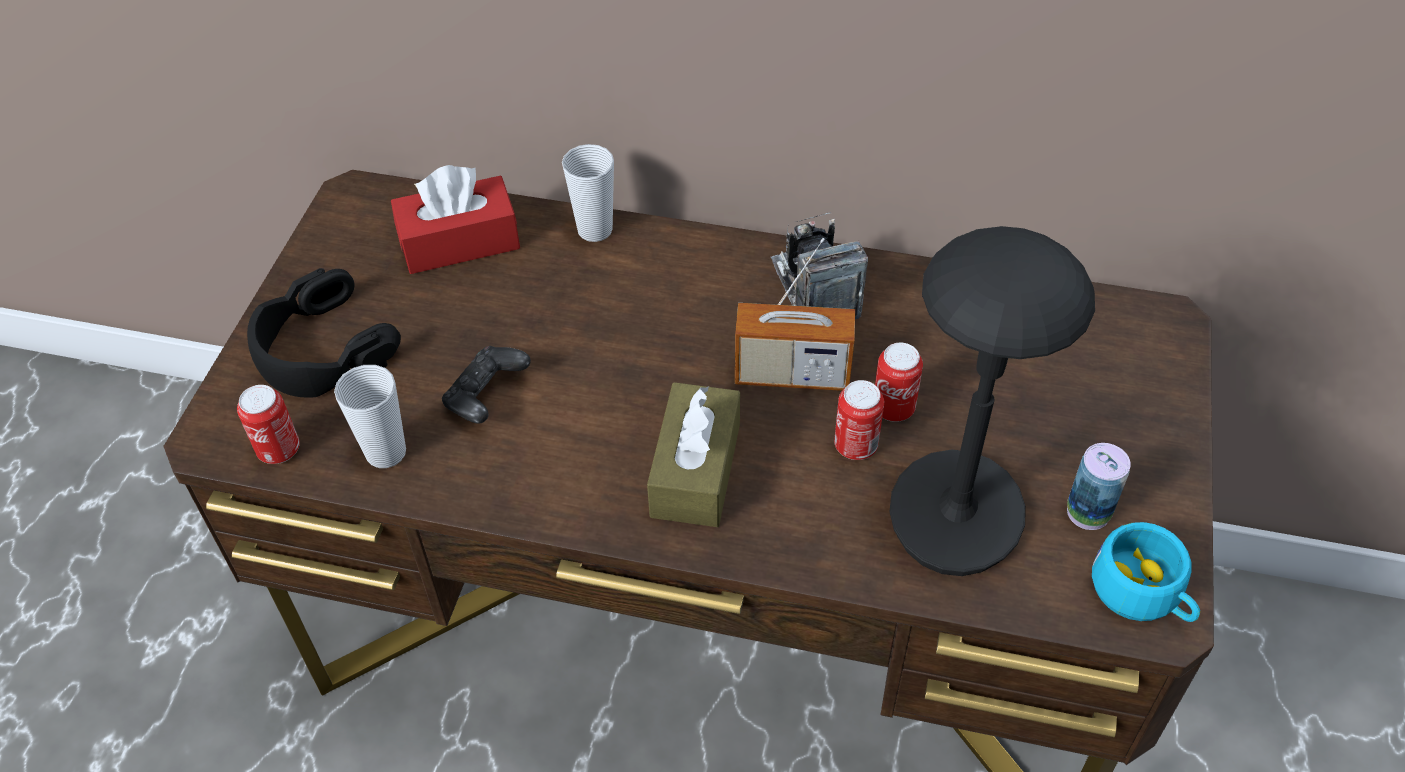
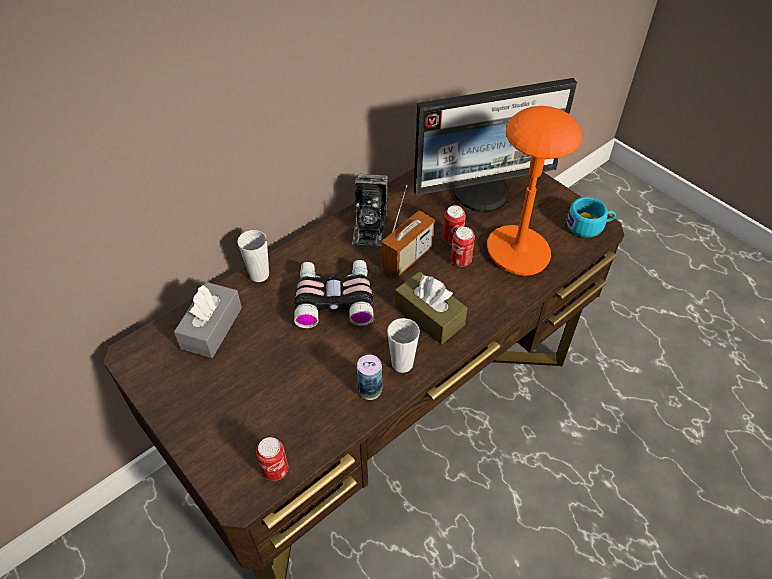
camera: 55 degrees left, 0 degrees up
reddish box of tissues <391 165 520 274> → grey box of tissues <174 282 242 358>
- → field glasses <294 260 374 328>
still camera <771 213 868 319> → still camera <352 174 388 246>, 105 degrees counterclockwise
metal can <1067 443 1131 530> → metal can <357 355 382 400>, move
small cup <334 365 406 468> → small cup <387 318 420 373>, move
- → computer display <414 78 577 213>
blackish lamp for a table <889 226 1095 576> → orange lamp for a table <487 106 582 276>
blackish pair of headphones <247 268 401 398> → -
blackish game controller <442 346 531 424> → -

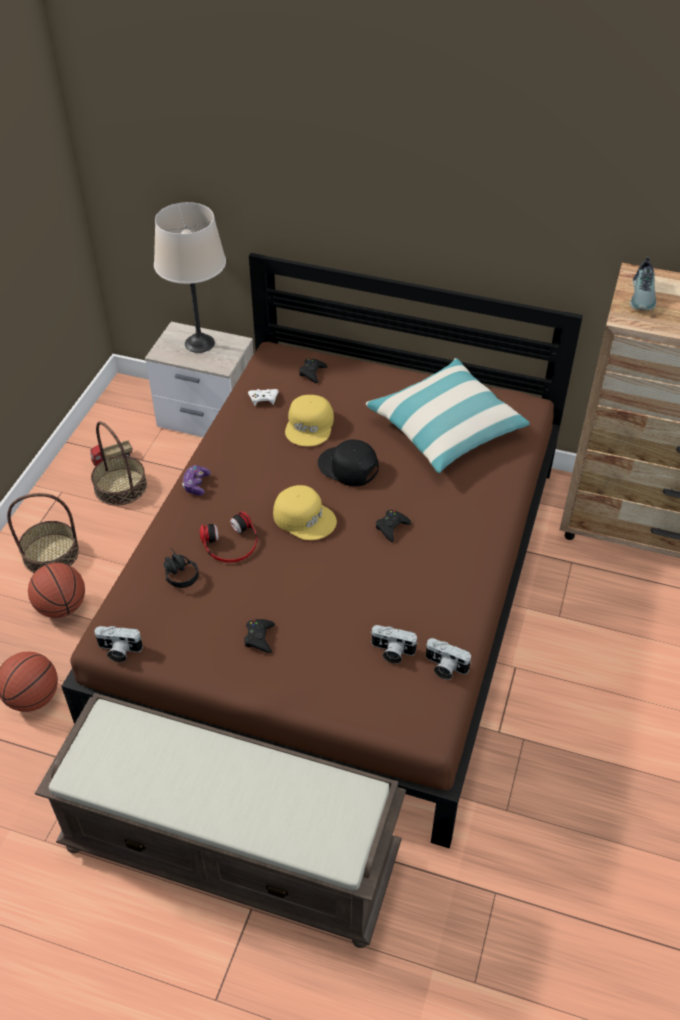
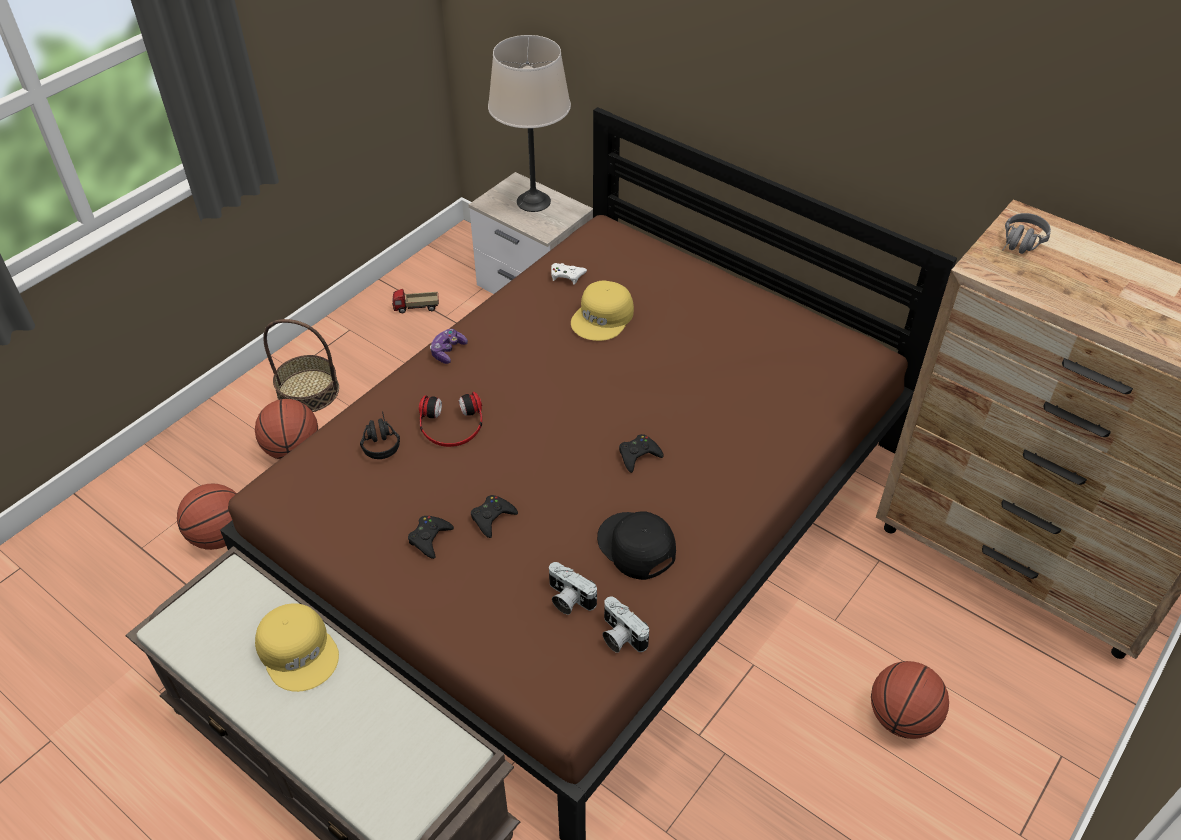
camera: 20 degrees right, 0 degrees up
yellowish peaked cap <273 485 337 540> → yellowish peaked cap <255 603 339 692>, move
blackish game controller <299 358 328 383> → blackish game controller <471 495 518 538>, move
blackish peaked cap <318 439 379 486> → blackish peaked cap <597 511 676 580>, move
- → basketball ball <871 661 949 739>
item of footwear <630 257 656 310> → grey pair of headphones <1002 213 1051 254>
household basket <91 421 147 506> → -
still camera <94 626 143 662> → -
cushion <366 358 530 474> → -

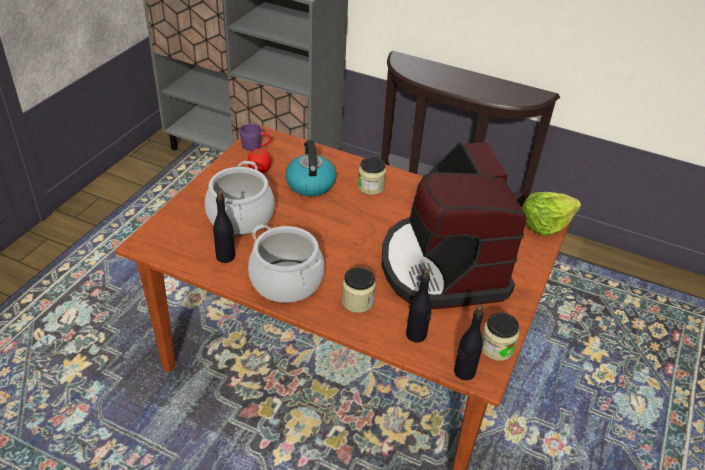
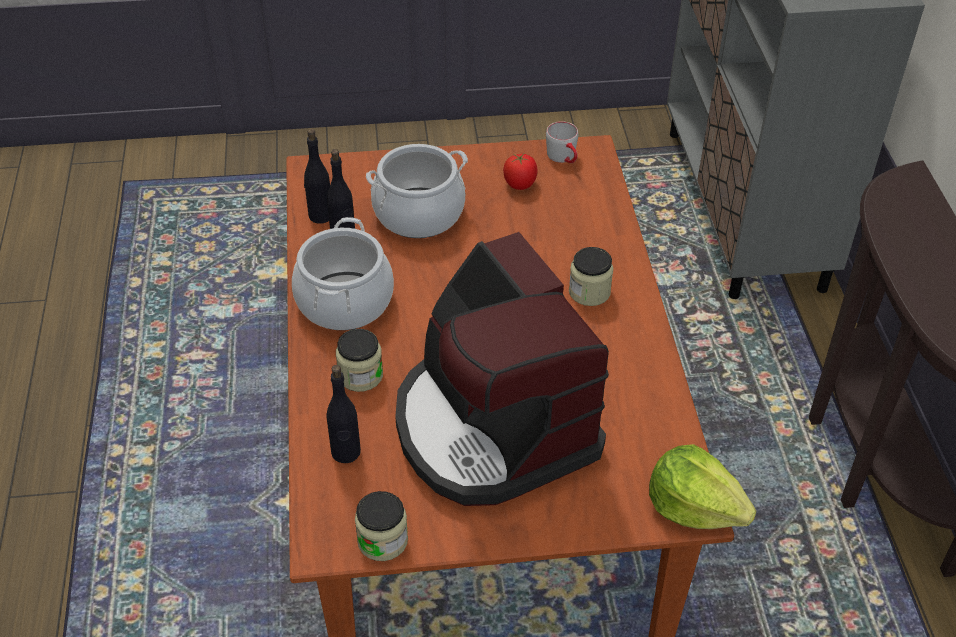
camera: 60 degrees right, 5 degrees up
blackish drink bottle <454 305 484 380> → blackish drink bottle <304 129 330 224>, move
coffee machine <382 142 527 309> → coffee machine <395 232 609 506>, 75 degrees counterclockwise
purple tea mug <240 123 272 151> → grey tea mug <546 121 578 163>
water kettle <285 140 336 196> → -

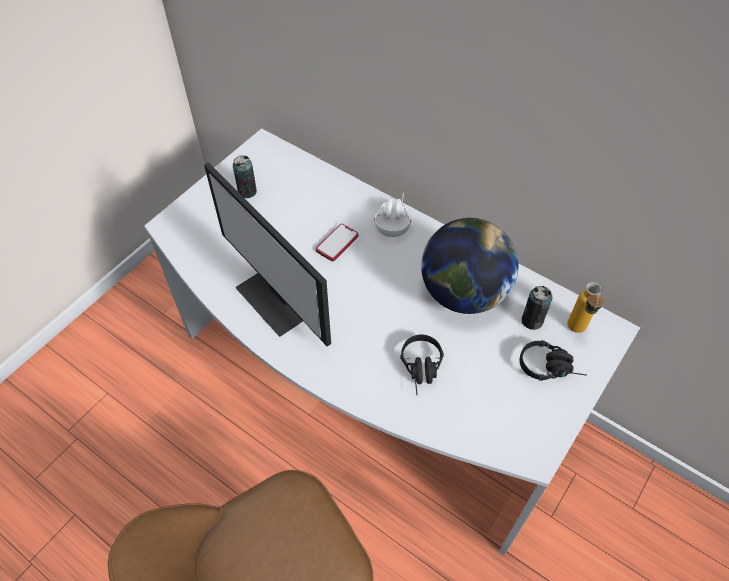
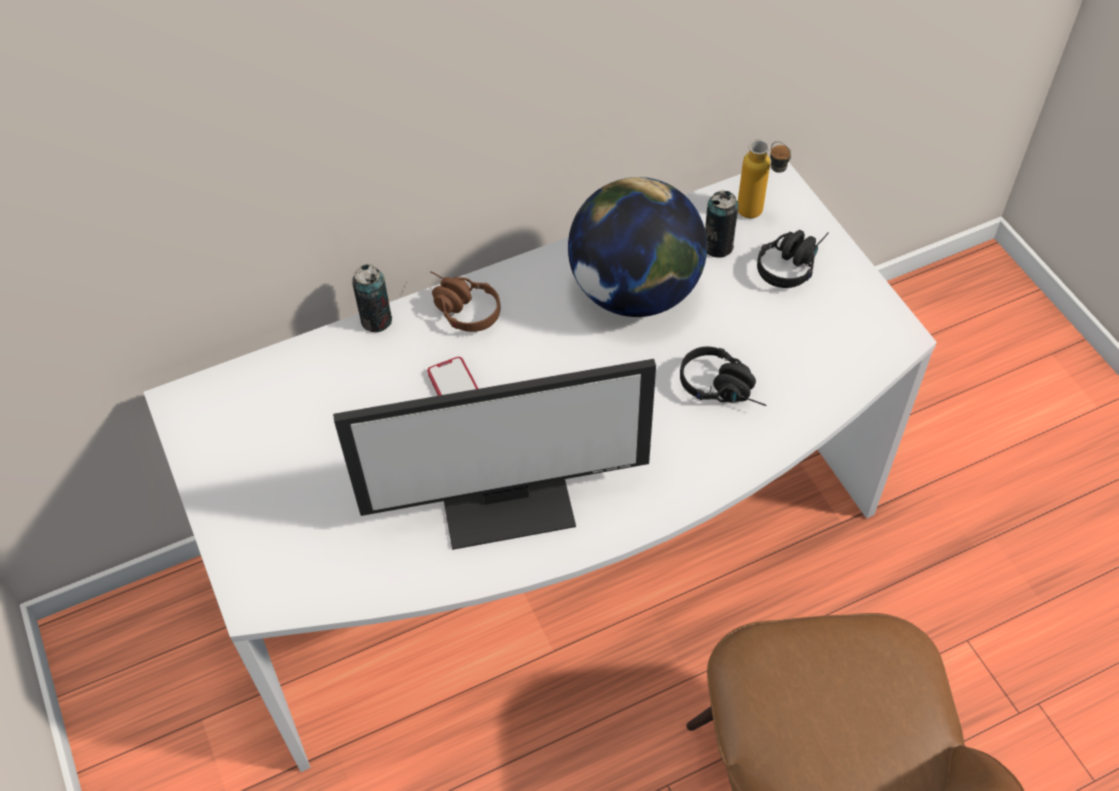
camera: 60 degrees left, 0 degrees up
metal can <233 155 257 198> → metal can <352 264 392 332>, move
whitish pair of headphones <374 193 411 237> → brown-coloured pair of headphones <431 272 501 332>

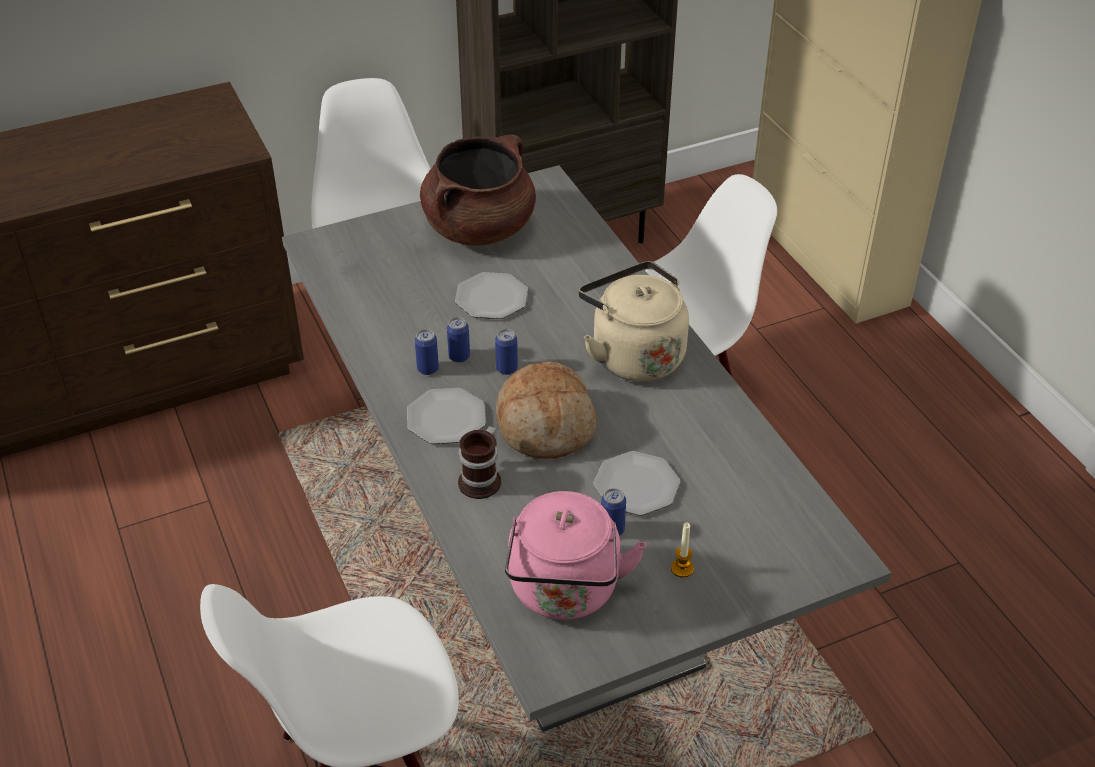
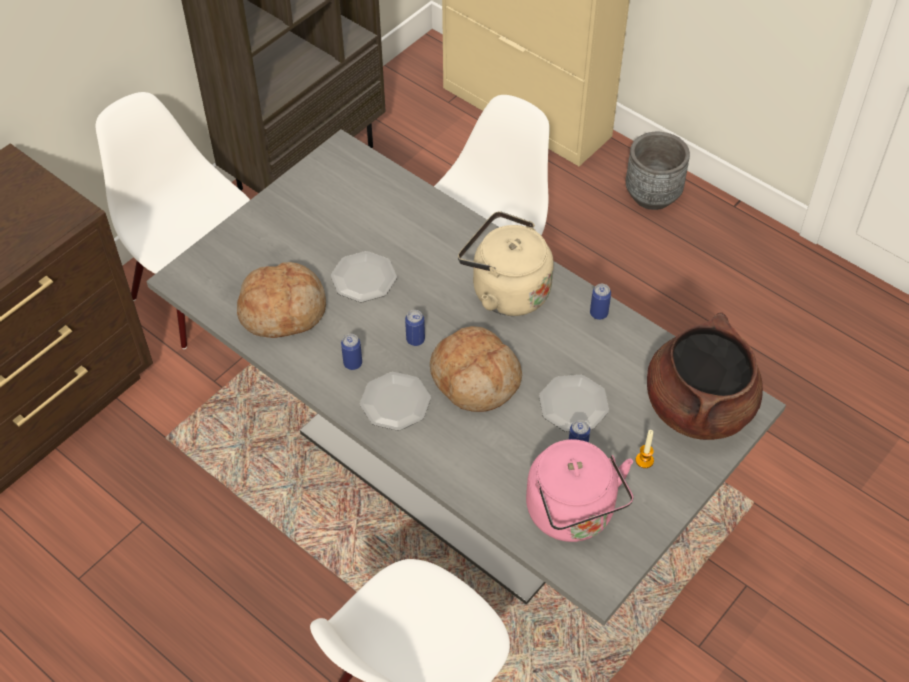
camera: 25 degrees left, 10 degrees up
- → bakery bread <237 262 326 338>
metal can <447 317 470 363> → metal can <590 284 611 320>, move
- → grey flower pot <626 132 690 210>
brown-coloured saucepot <420 135 536 245> → brown-coloured saucepot <647 312 763 440>, move
tea mug <458 426 501 499> → -

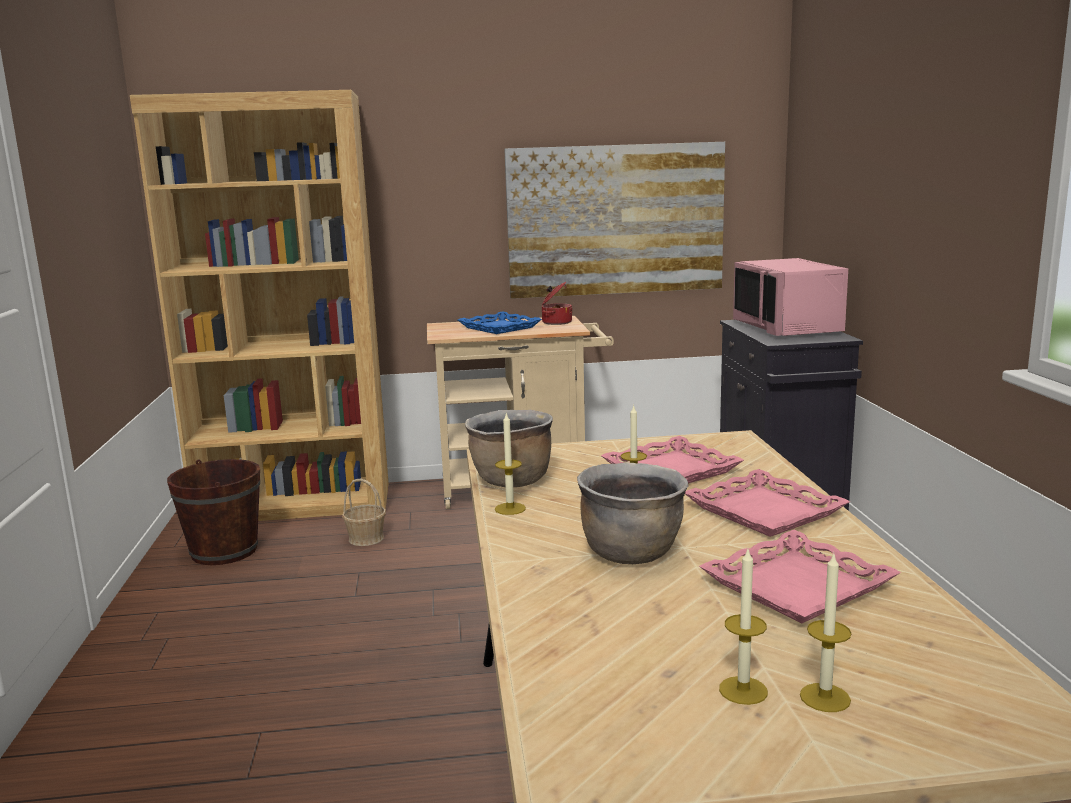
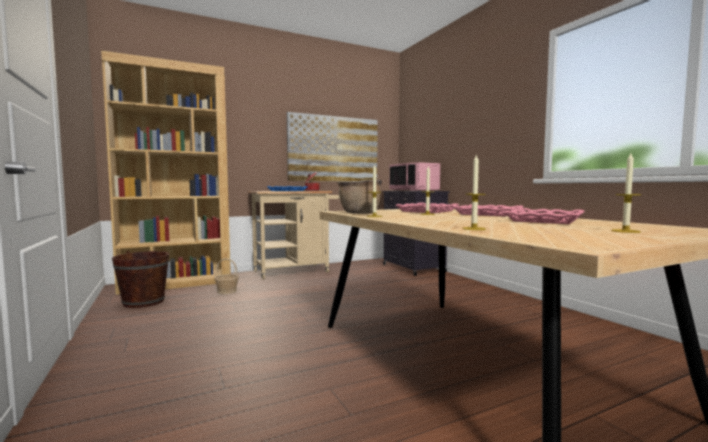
camera: 20 degrees left, 10 degrees down
wax candle <719 549 768 705> → wax candle <463 155 486 230>, move
brown-coloured saucepot <577 463 688 564> → -

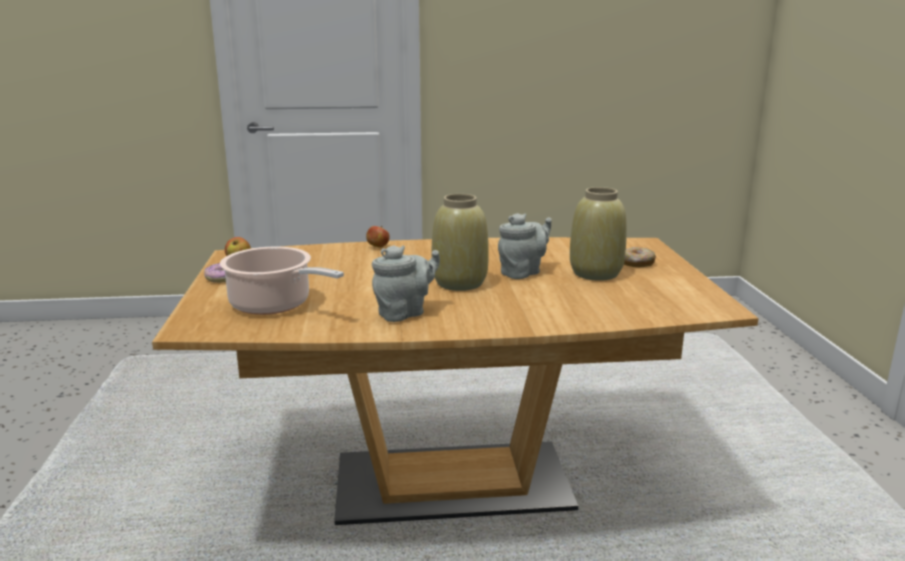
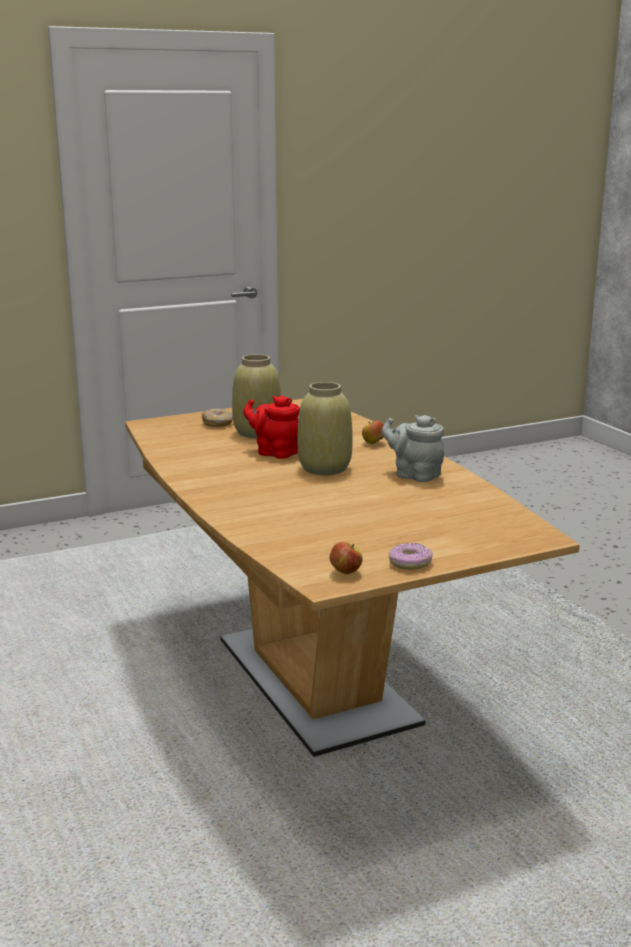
camera: 110 degrees left, 0 degrees up
grey pot for tea <498 213 552 279> → reddish pot for tea <243 396 300 459>
apple fruit <366 226 390 247> → apple fruit <362 420 384 444>, move
saucepot <220 246 344 315> → -

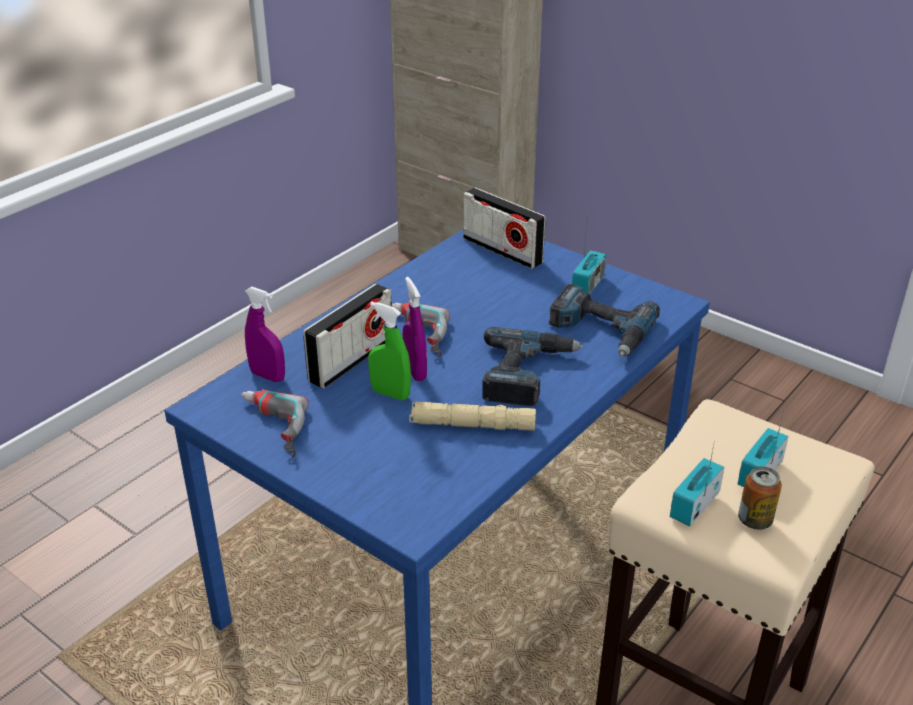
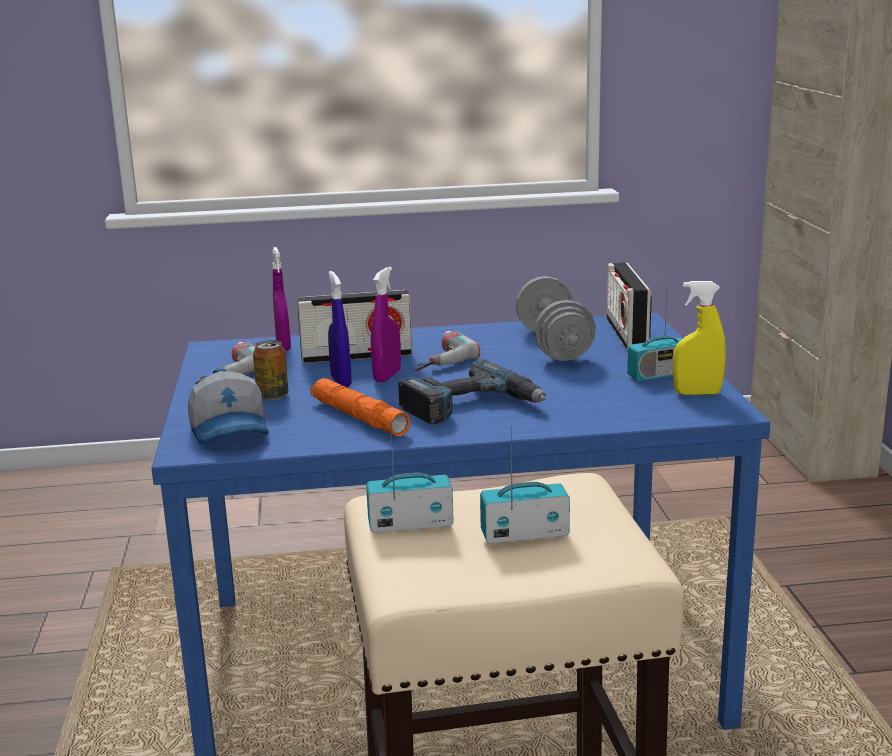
camera: 45 degrees right, 15 degrees down
- → peaked cap <188 367 269 444>
metal can <738 466 782 530> → metal can <253 340 288 400>, move
beige hand torch <409 401 536 431> → orange hand torch <310 378 410 436>
green-coloured spray bottle <368 302 411 400> → bluish spray bottle <328 271 352 387>
- → grey hand weight <516 276 596 361>
- → yellowish spray bottle <673 281 726 395>
power drill <549 284 660 357> → -

